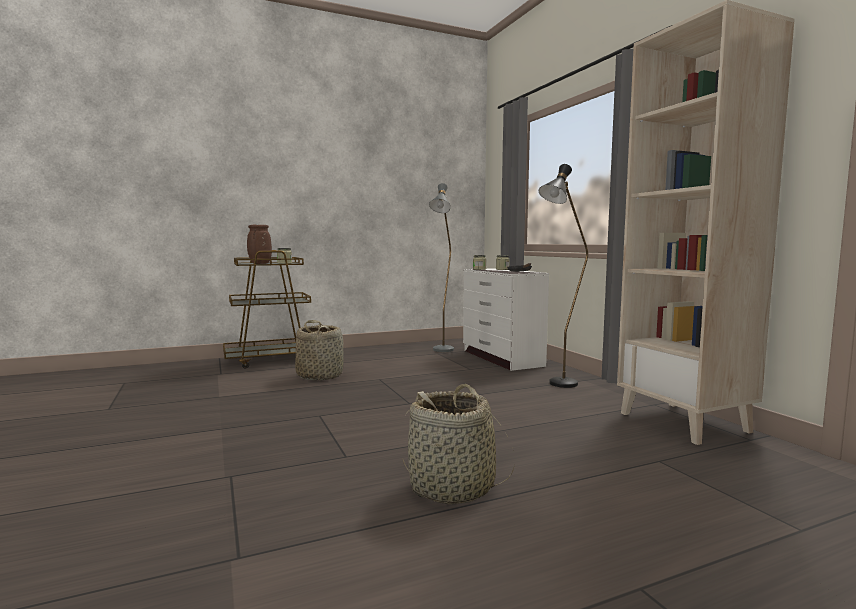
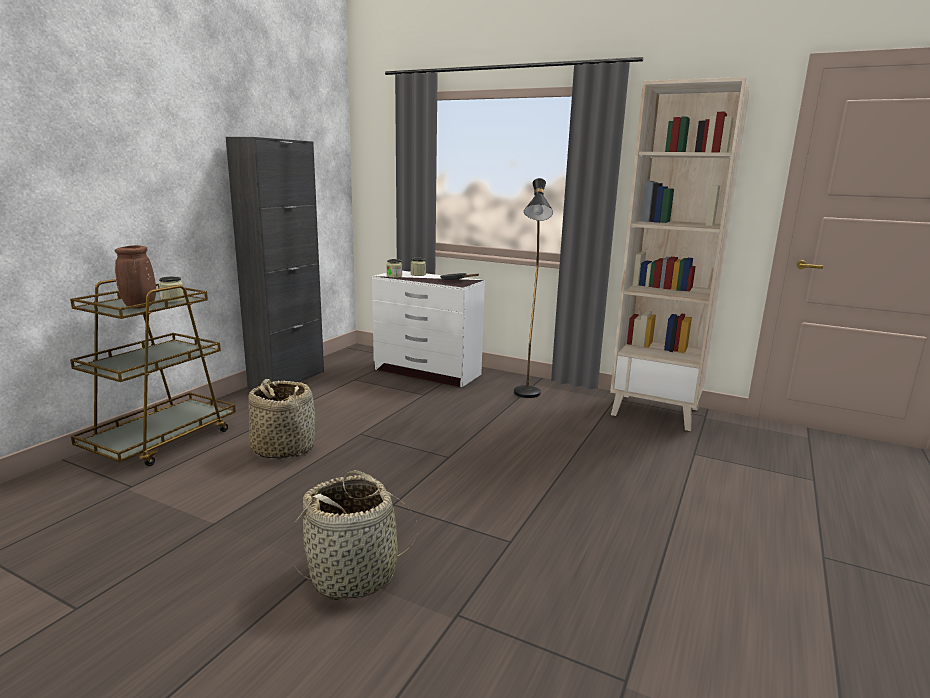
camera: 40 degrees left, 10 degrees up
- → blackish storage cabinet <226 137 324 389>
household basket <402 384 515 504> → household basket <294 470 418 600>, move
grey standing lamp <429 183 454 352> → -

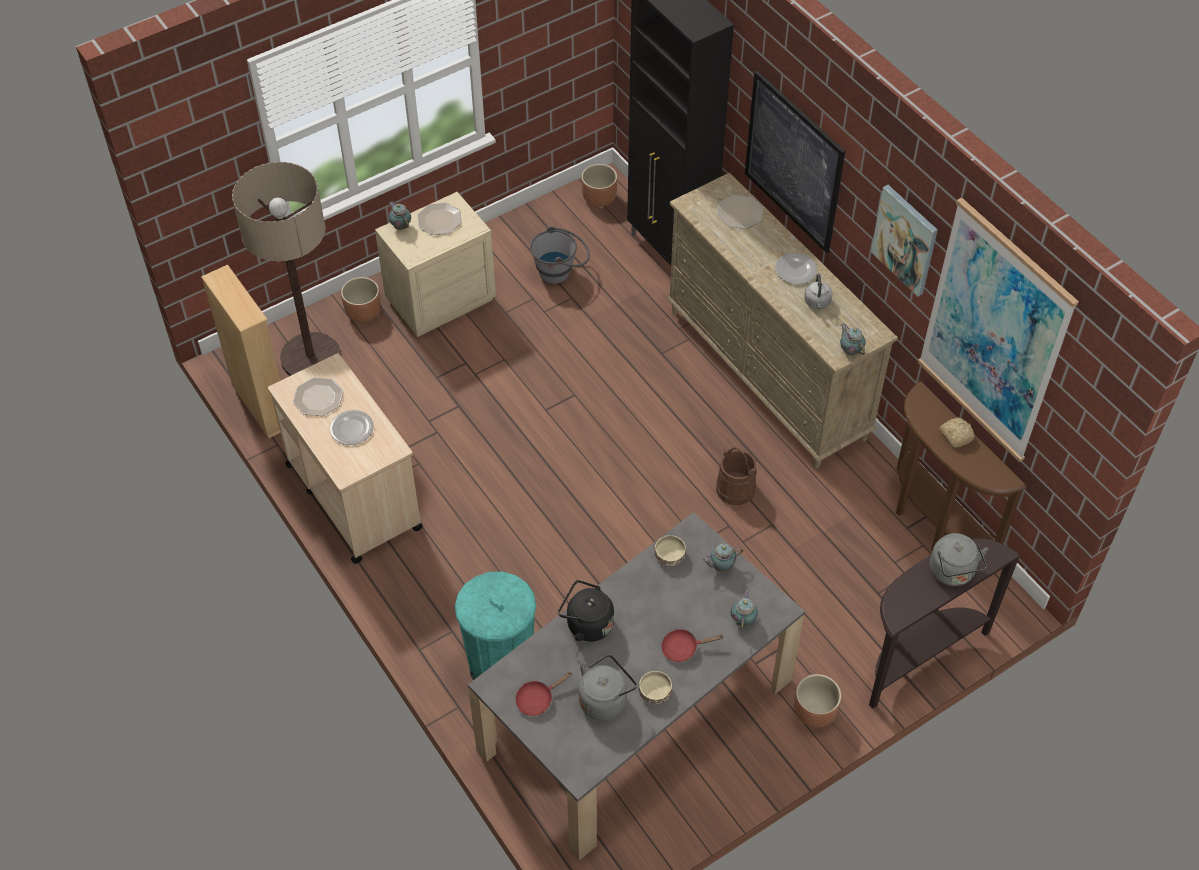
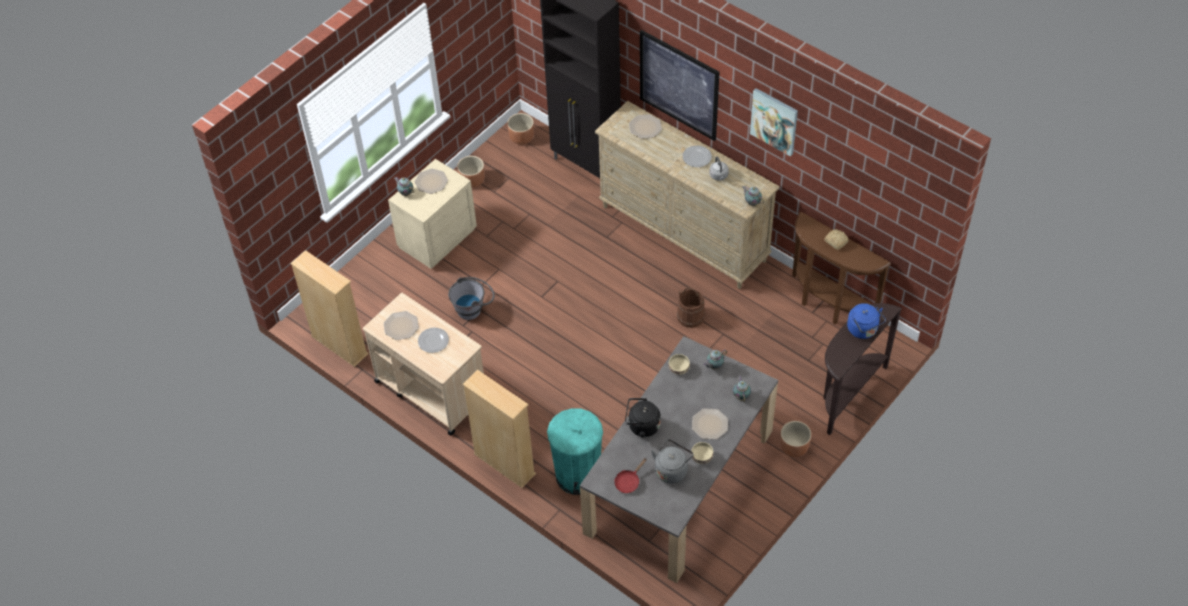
camera: 15 degrees left, 0 degrees up
grey pail <530 226 590 284> → grey pail <448 277 495 320>, move
brown-coloured flower pot <341 277 381 322> → brown-coloured flower pot <457 156 485 188>, move
- → beige shelving unit <463 370 536 488>
reddish pan <661 629 723 662> → dinner plate <692 408 728 439>
grey water kettle <930 533 988 586> → bluish water kettle <847 303 886 339>
standing lamp <232 162 341 376> → -
wall art <918 197 1079 462> → -

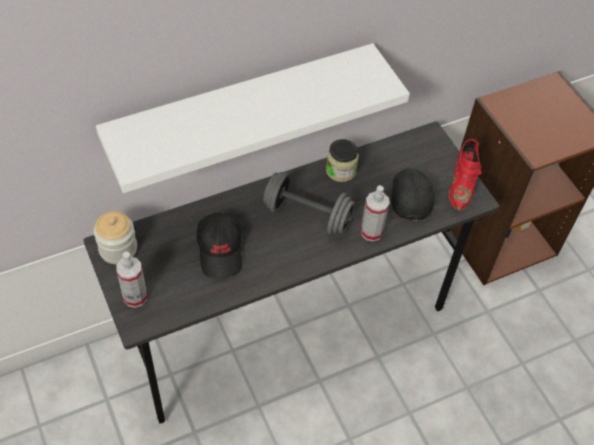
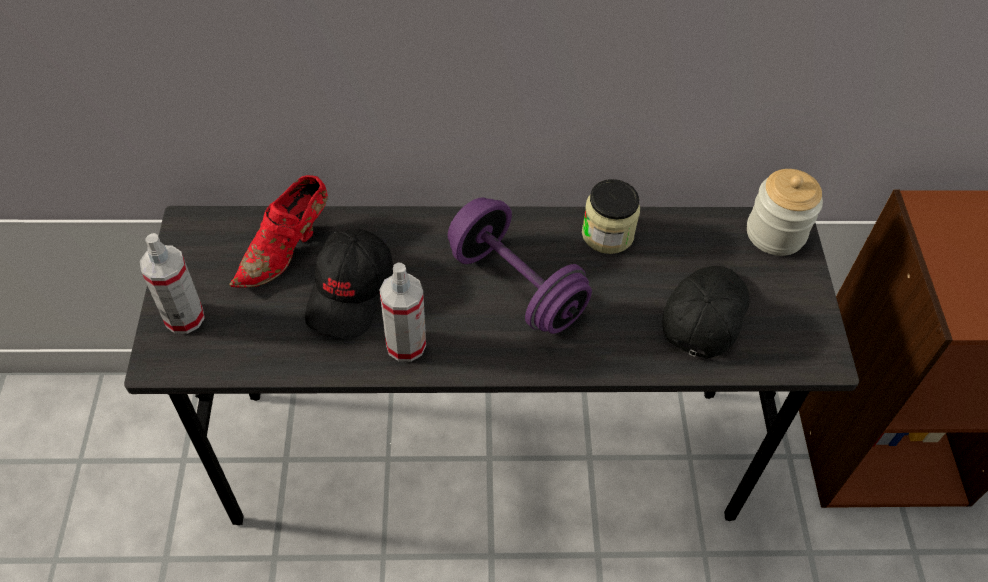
camera: 25 degrees right, 0 degrees up
reddish item of footwear <449 139 481 212> → reddish item of footwear <229 175 328 288>, move
spray bottle <361 185 390 242> → spray bottle <379 263 426 362>, move
grey hand weight <263 171 355 235> → purple hand weight <448 197 592 334>
preserve jar <94 211 137 264> → preserve jar <747 169 823 256>, move
whitish wall shelf <96 43 410 193> → -

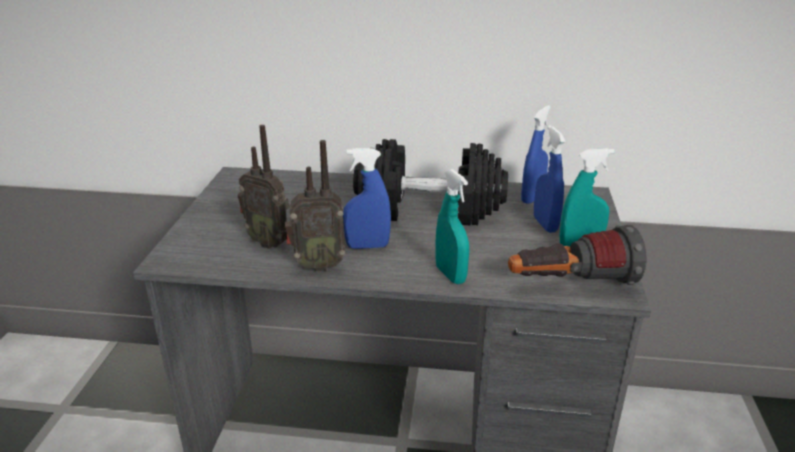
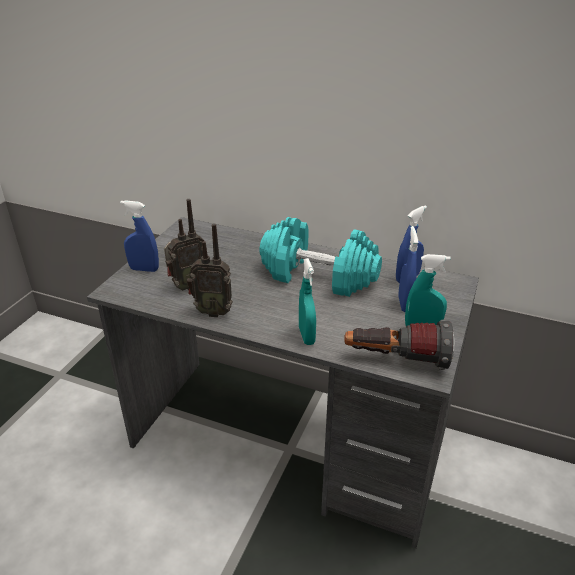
camera: 15 degrees right, 5 degrees up
bluish spray bottle <343 148 391 249> → bluish spray bottle <120 200 159 272>, move
radio set <238 125 289 249> → radio set <164 199 204 291>, 75 degrees counterclockwise
blackish hand weight <353 139 508 225> → turquoise-coloured hand weight <259 217 382 297>

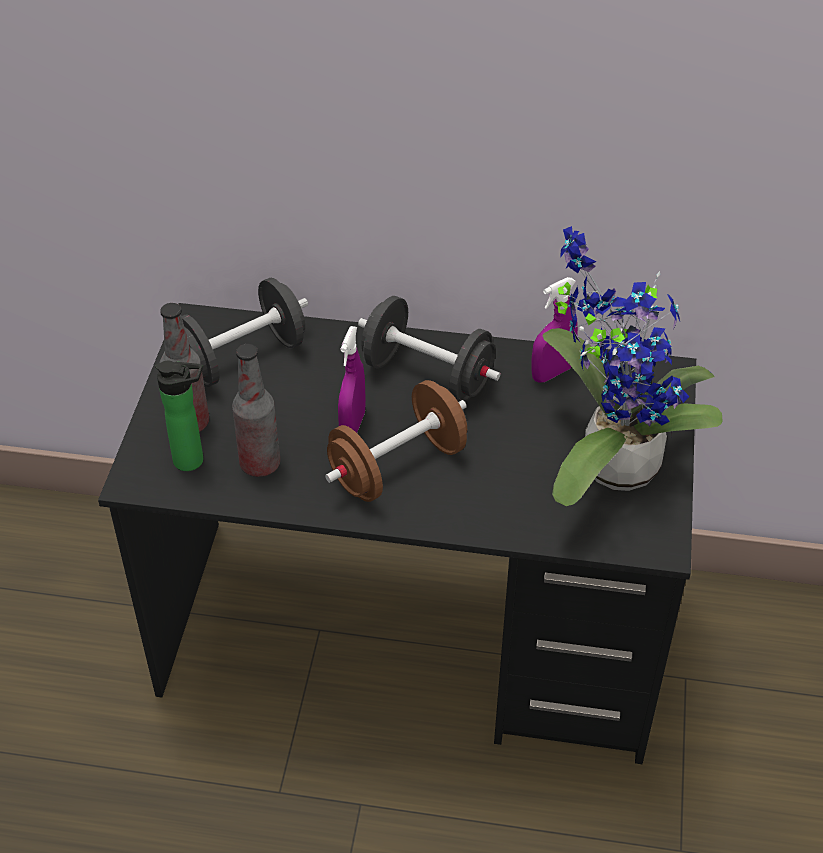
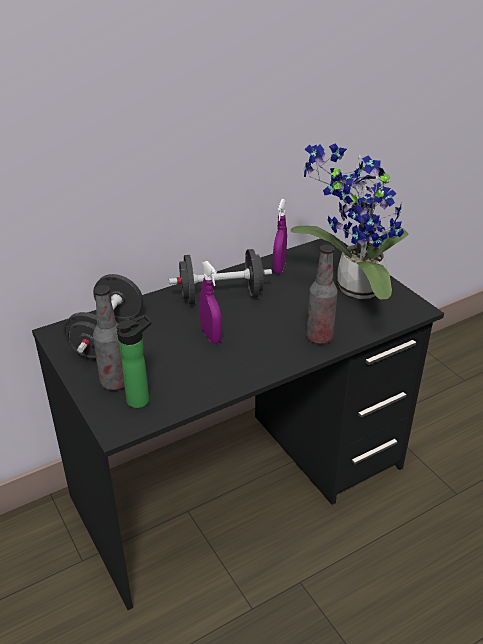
camera: 40 degrees left, 10 degrees down
drink bottle <232 344 280 477> → drink bottle <306 244 338 344>, move
brown-coloured hand weight <325 380 467 502> → -

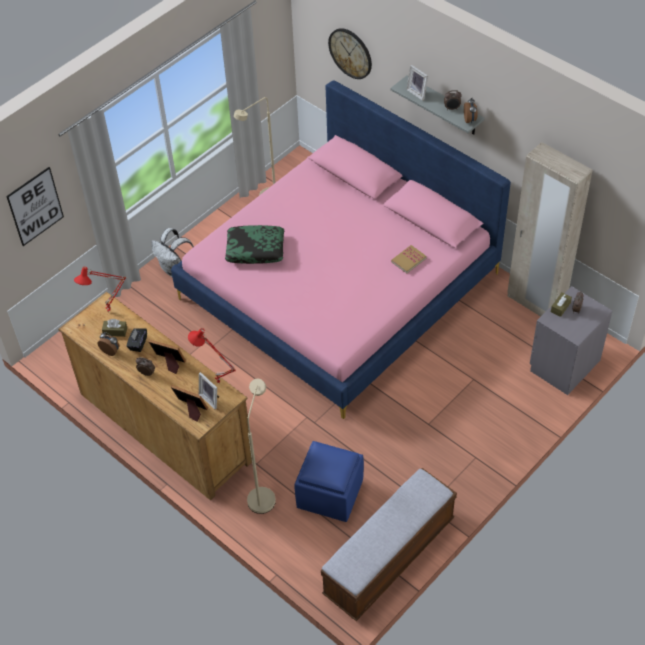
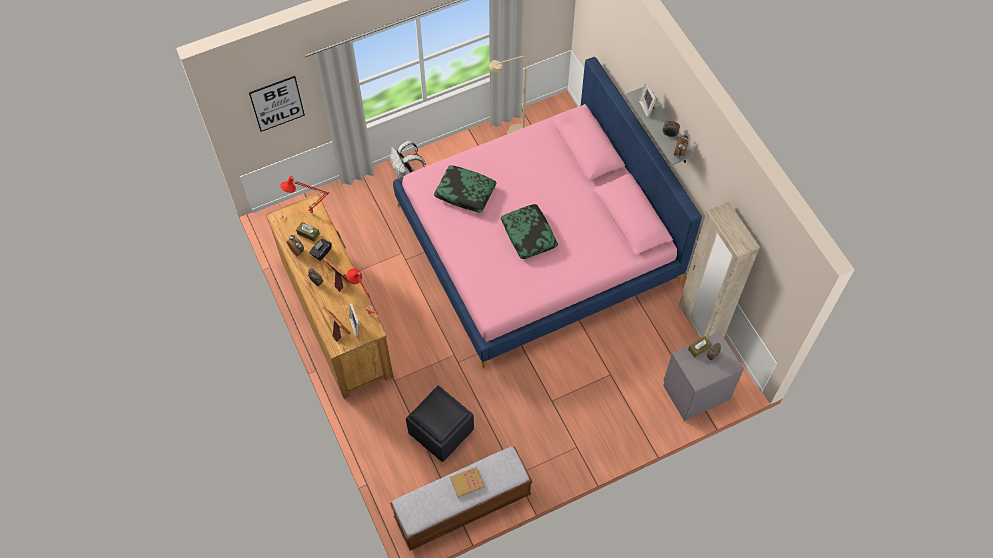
camera: 20 degrees right, 10 degrees up
bluish pouffe <294 441 364 522> → blackish pouffe <406 385 474 462>
volume <391 245 427 273> → volume <450 467 485 498>, move
- → cushion <501 204 558 259>
beige standing lamp <247 379 276 514> → -
wall clock <328 28 372 79> → -

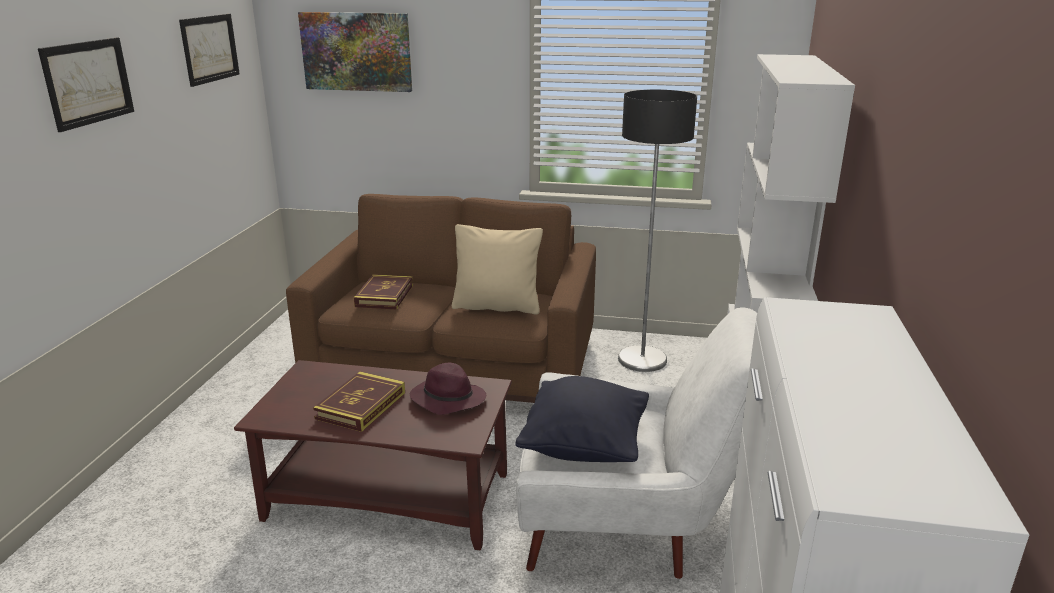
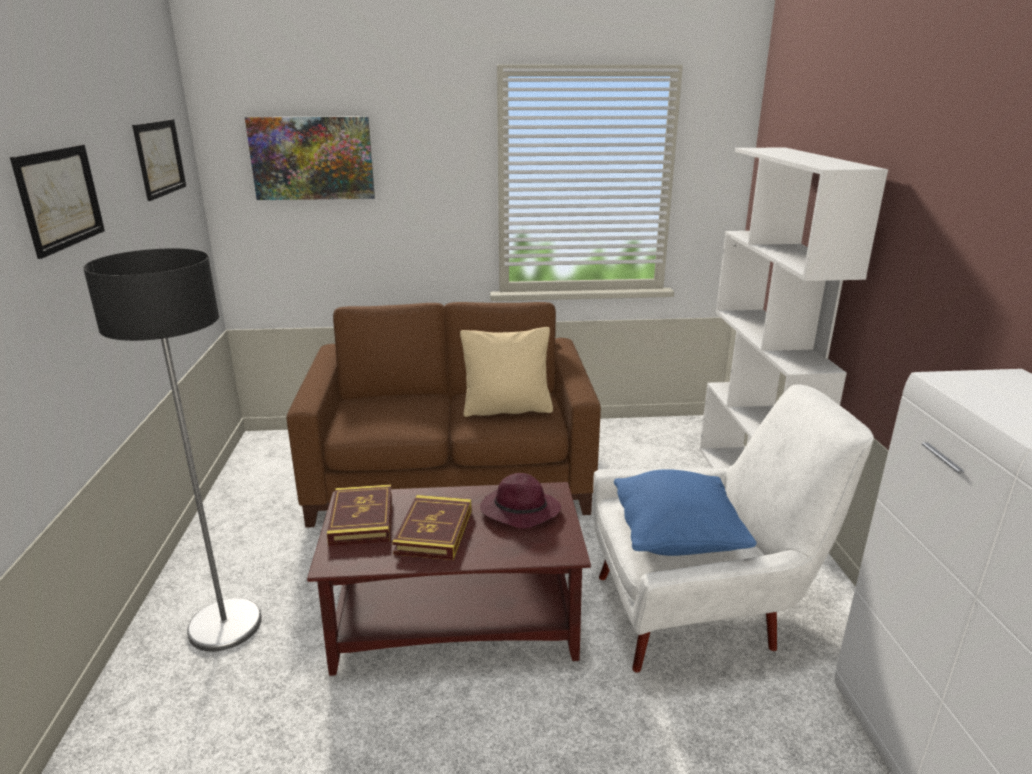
camera: 15 degrees left, 0 degrees up
standing lamp <618 89 697 372> → standing lamp <83 248 262 652>, move
volume <354 274 413 310> → volume <327 484 392 546>, move
blackish cushion <515 376 649 462> → bluish cushion <614 469 757 556>

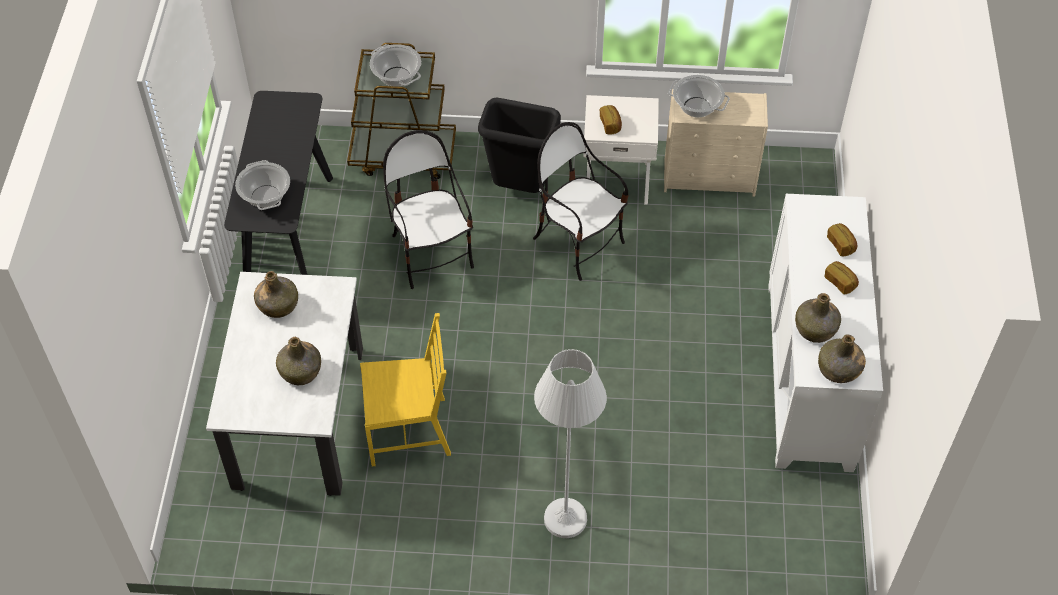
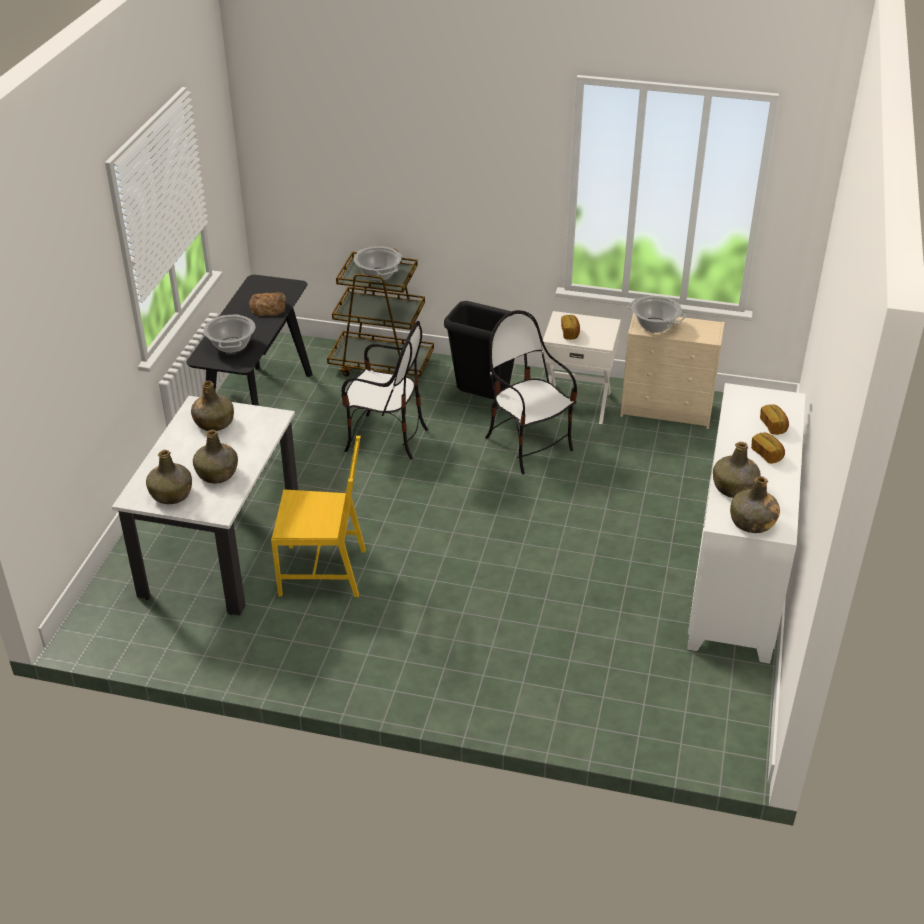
camera: 10 degrees right, 15 degrees down
- → green-coloured drink bottle <146 450 192 504>
- → bakery bread <249 292 286 316>
upright chair <383 130 474 289> → upright chair <341 321 428 460>, 120 degrees clockwise
whitish standing lamp <534 349 607 538> → -

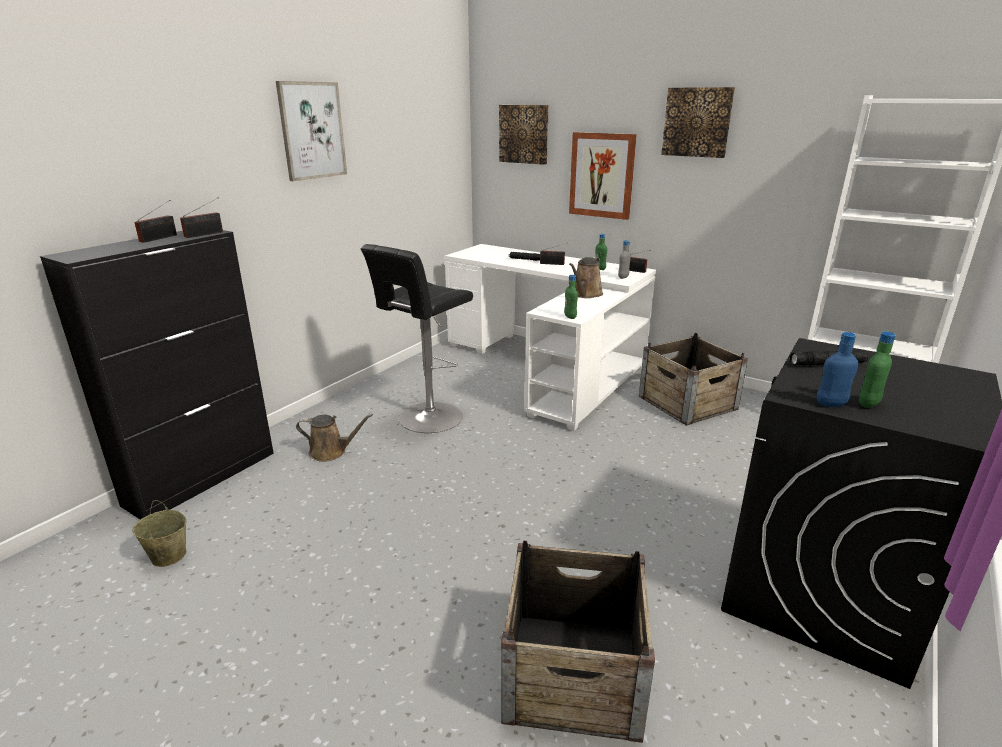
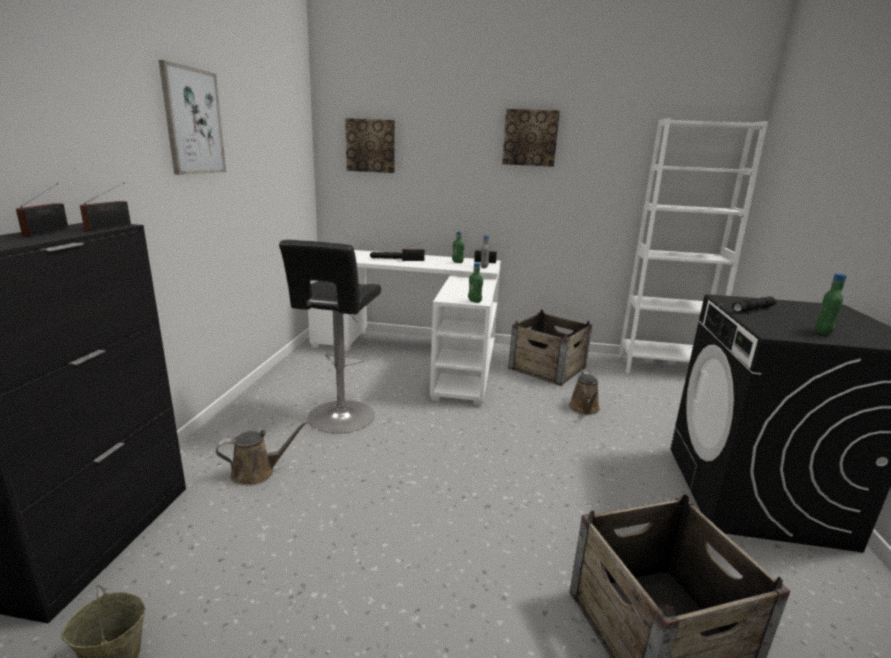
camera: 25 degrees left, 5 degrees down
brown-coloured watering can <569 257 603 298> → brown-coloured watering can <569 371 600 415>, move
wall art <569 132 637 220> → -
bluish drink bottle <817 332 858 407> → -

